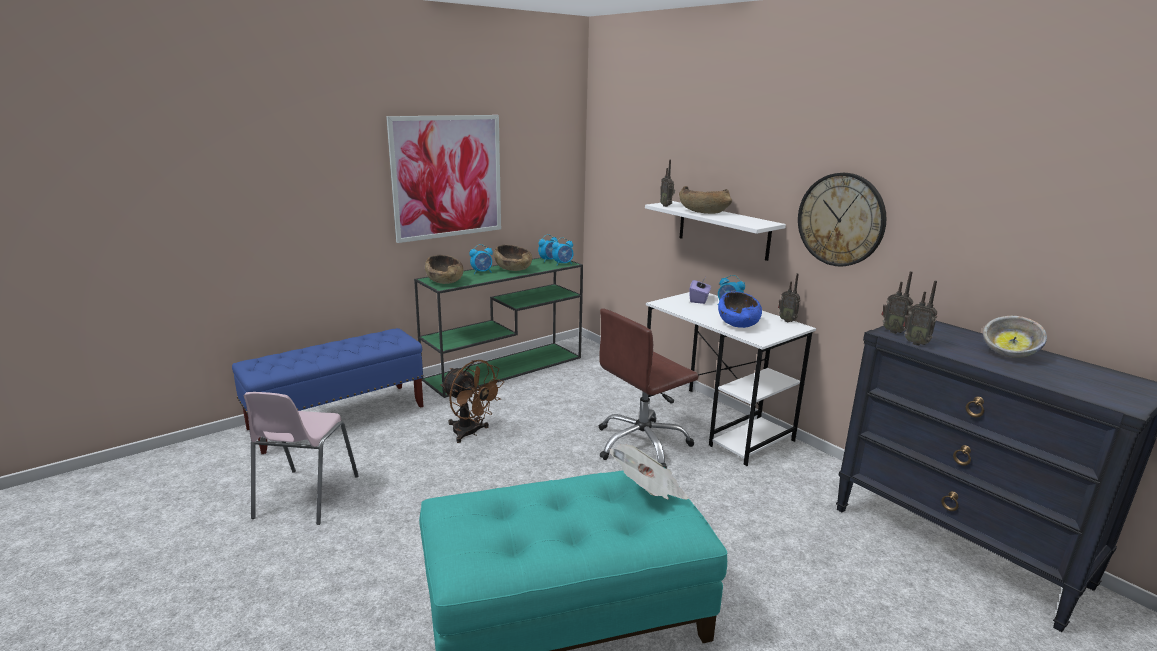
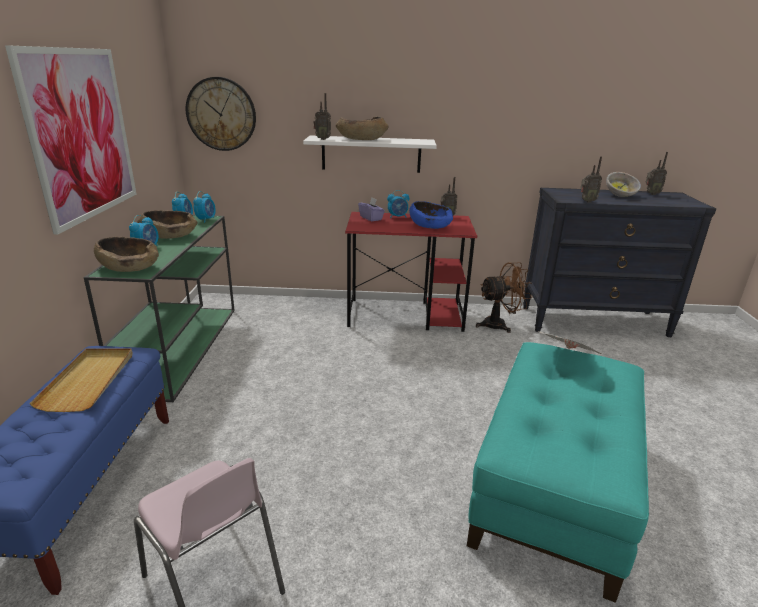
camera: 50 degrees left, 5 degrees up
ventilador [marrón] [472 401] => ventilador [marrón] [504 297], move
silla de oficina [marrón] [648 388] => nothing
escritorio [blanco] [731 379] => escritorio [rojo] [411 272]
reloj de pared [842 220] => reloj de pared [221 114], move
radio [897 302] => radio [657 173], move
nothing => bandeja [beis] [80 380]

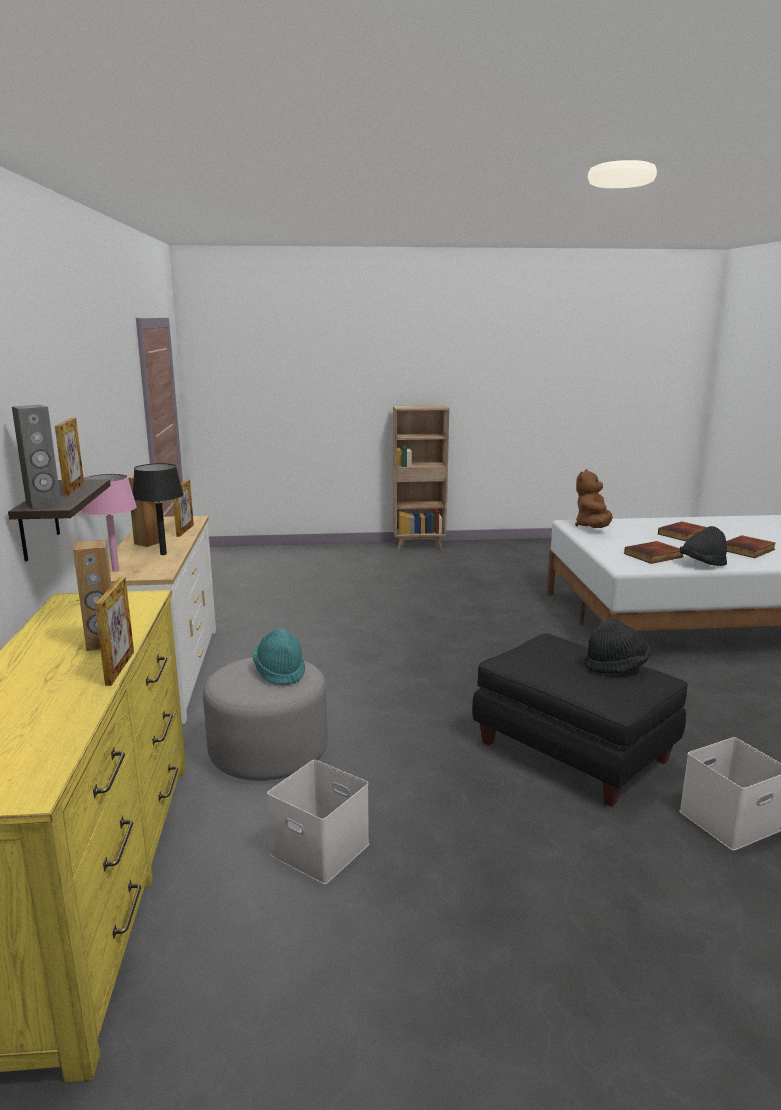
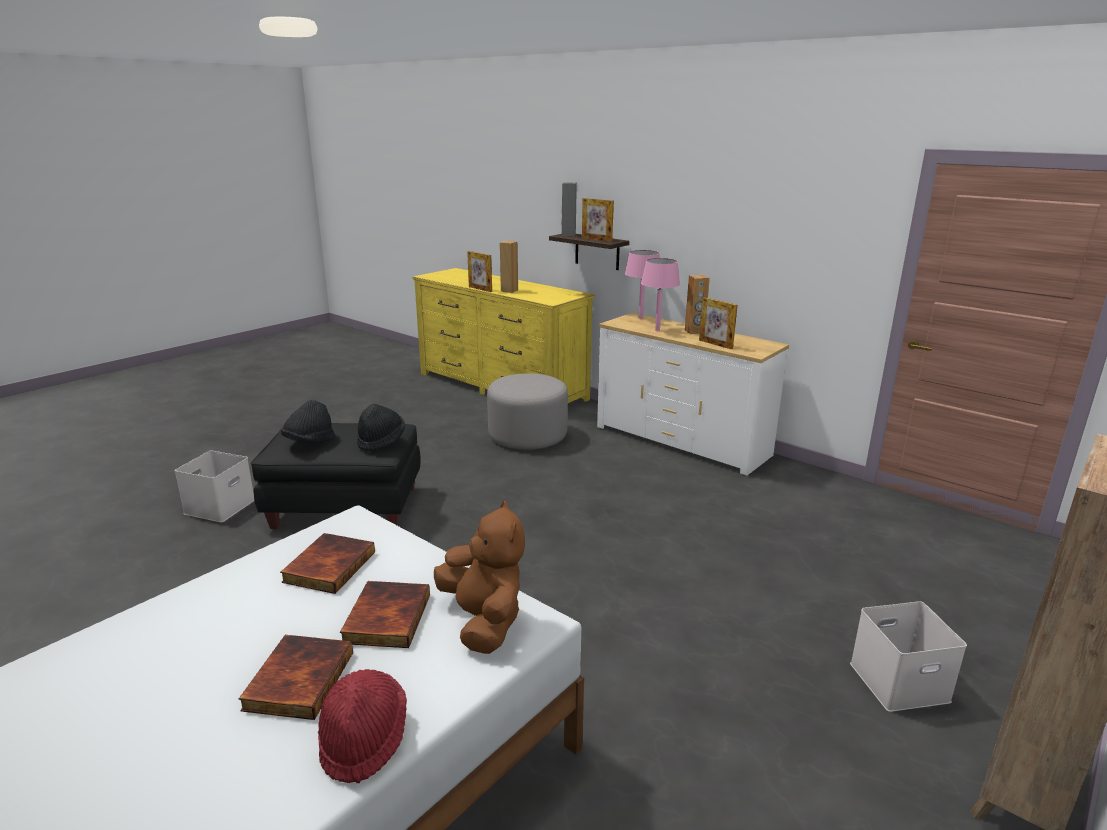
camera: 135 degrees right, 5 degrees up
lámpara de mesa [negro] [158 509] => lámpara de mesa [rosa] [660 294]
sombrero [turquesa] [279 657] => nothing
caja de almacenaje [blanco] [318 822] => caja de almacenaje [blanco] [908 656], move
sombrero [negro] [703 546] => sombrero [negro] [381 428], move
libro [750 546] => libro [385 614], move
nothing => sombrero [rojo] [362 726]

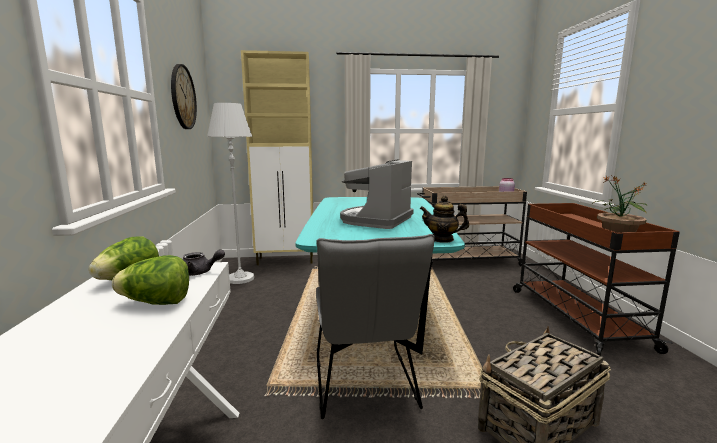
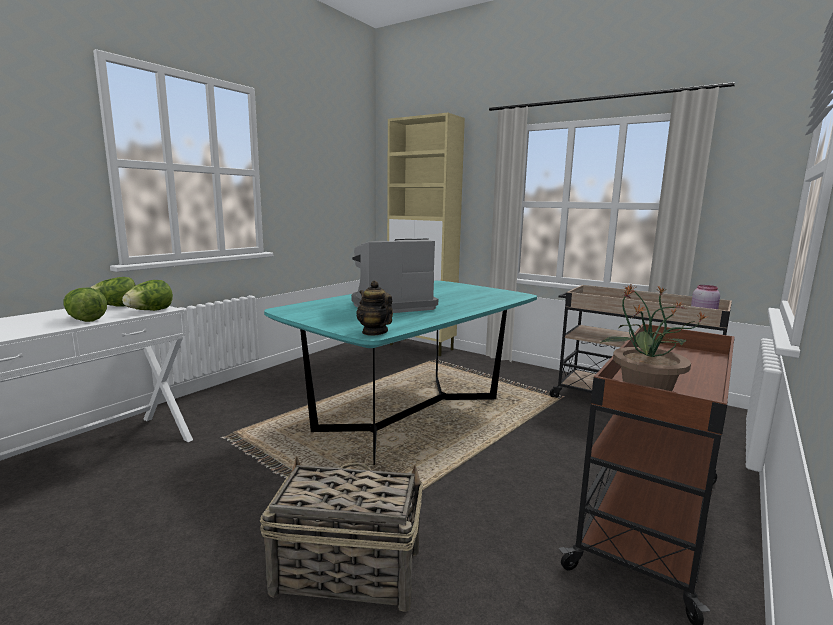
camera: 40 degrees right, 0 degrees up
reloj de pared [184 96] => nothing
tetera [gris] [204 262] => lechuga [147 295]
lámpara de pie [blanco] [230 193] => nothing
silla [gris] [375 326] => nothing

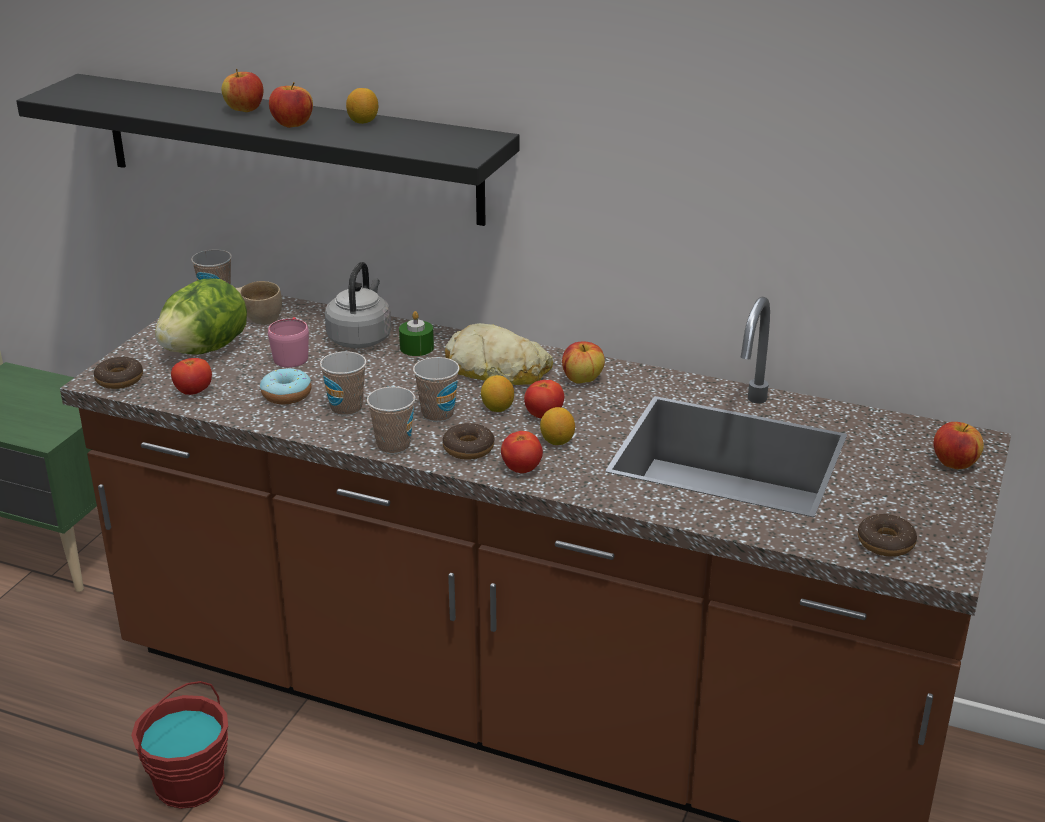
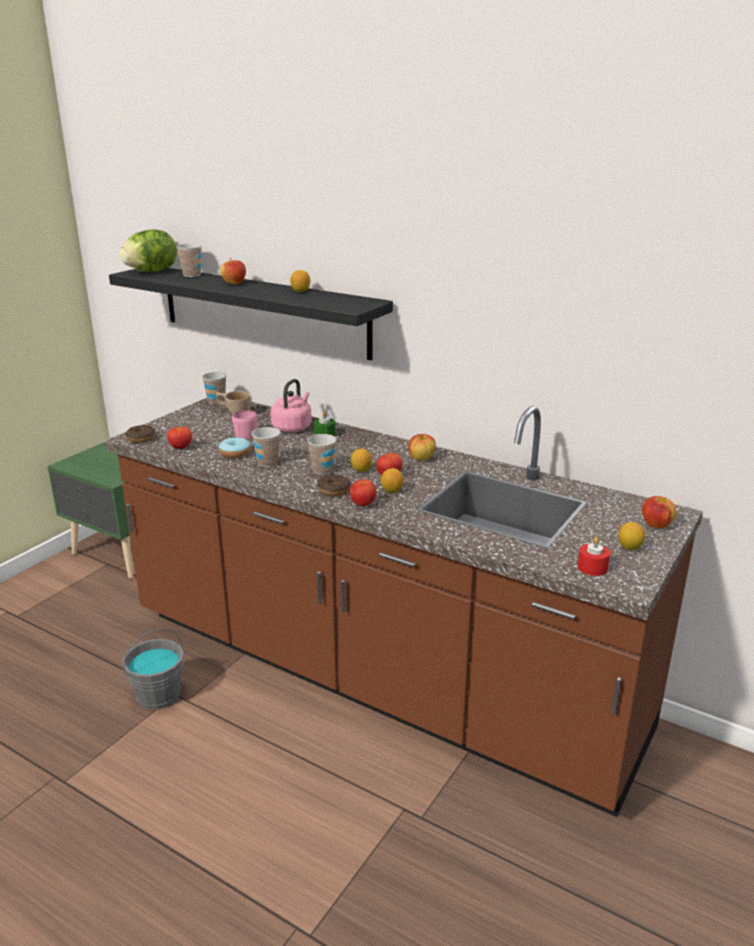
camera: 10 degrees right, 5 degrees down
cubo [rojo] [179 745] => cubo [gris] [153 669]
lechuga [201 317] => lechuga [148 250], move
manzana [291 105] => nothing
hervidor [gris] [358 305] => hervidor [rosa] [291 405]
taza [391 420] => taza [189 260], move
pan [499 354] => nothing
rosquilla [887 535] => vela [rojo] [594 556]
nothing => limón [631 536]

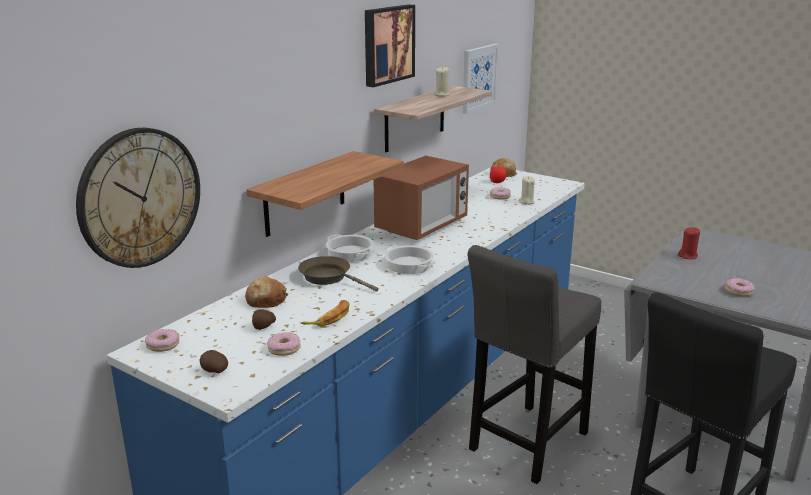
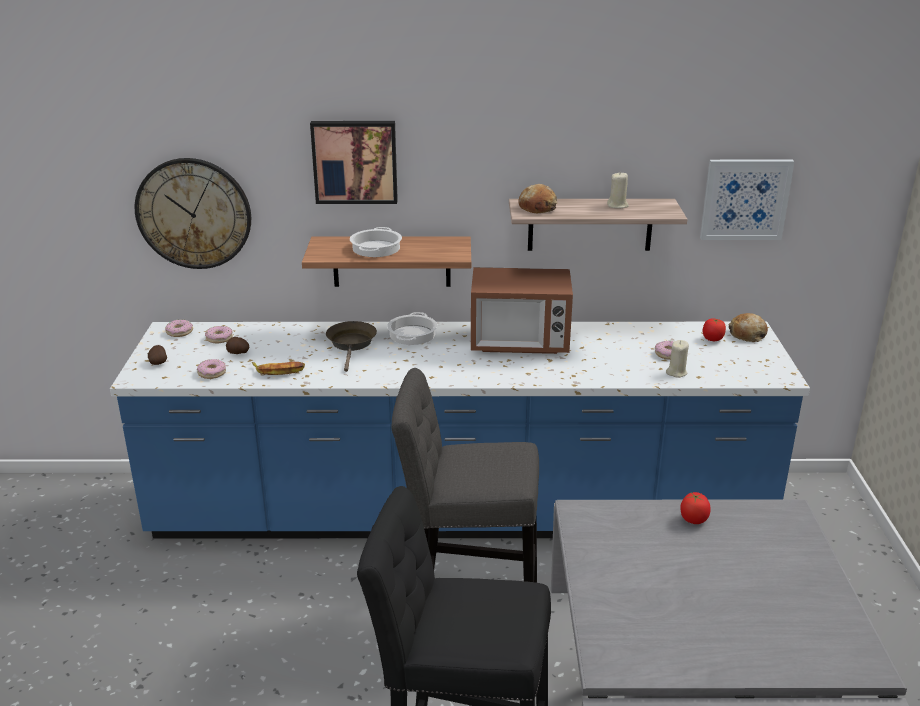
camera: 55 degrees right, 5 degrees up
pan [266 292] => pan [537 198], move
cuadro [390 45] => cuadro [354 162], move
olla [410 259] => olla [376 242], move
vela [rojo] [689 243] => tomate [695 508]
rosquilla [740 287] => rosquilla [219 334], move

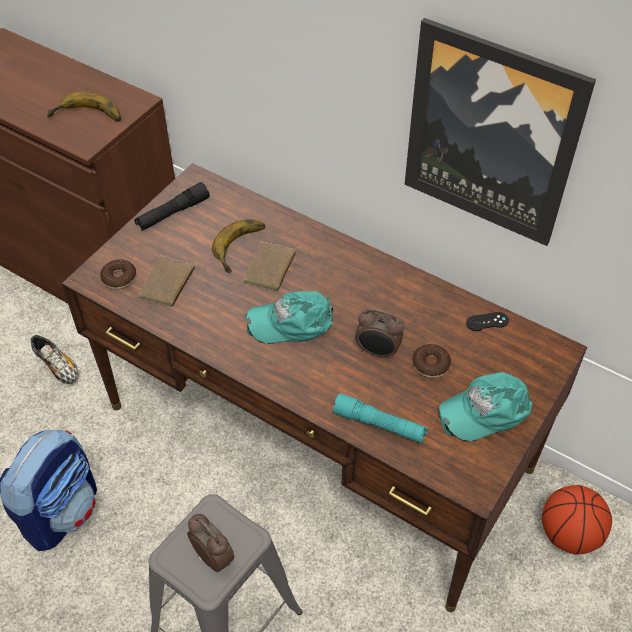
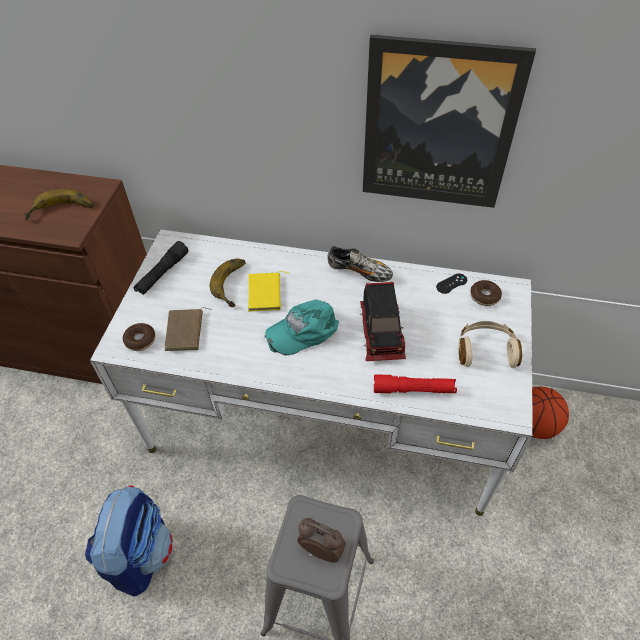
camera: 20 degrees left, 0 degrees up
zapato [54 359] => zapato [360 264], move
escritorio [marrón] [324 387] => escritorio [blanco] [311 372]
libro [marrón] [275 266] => libro [amarillo] [268 291]
linterna [turquesa] [380 418] => linterna [rojo] [415 383]
despertador [379 333] => camión de juguete [383 321]
rosquilla [431 361] => rosquilla [486 293], move
gorra [turquesa] [486 406] => auriculares [beis] [490 344]

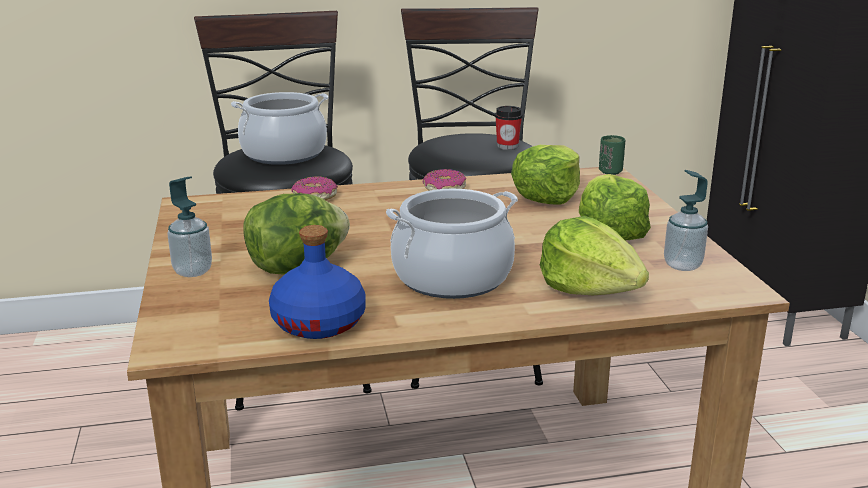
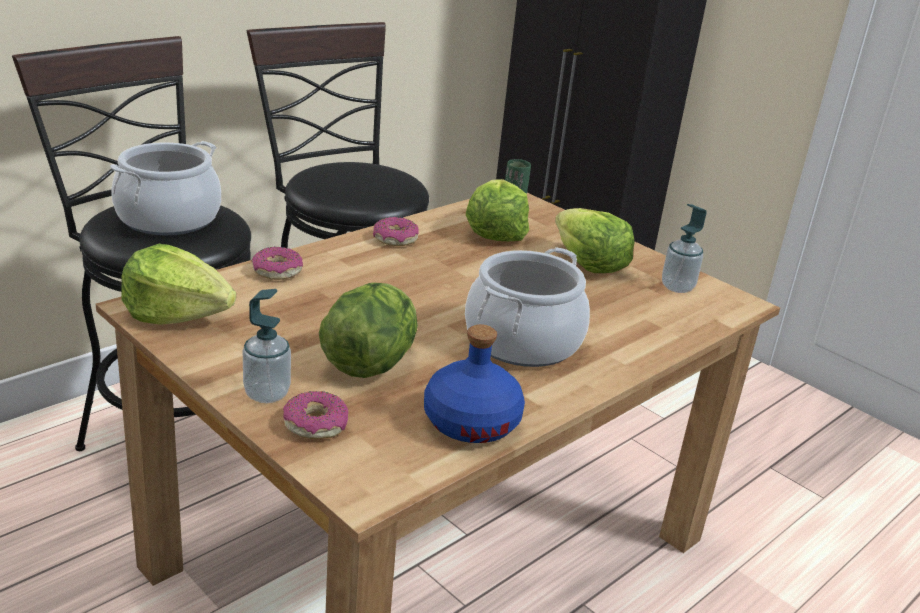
camera: 35 degrees left, 5 degrees up
taza [509 128] => nothing
lechuga [594 255] => lechuga [178 284], move
nothing => rosquilla [315 415]

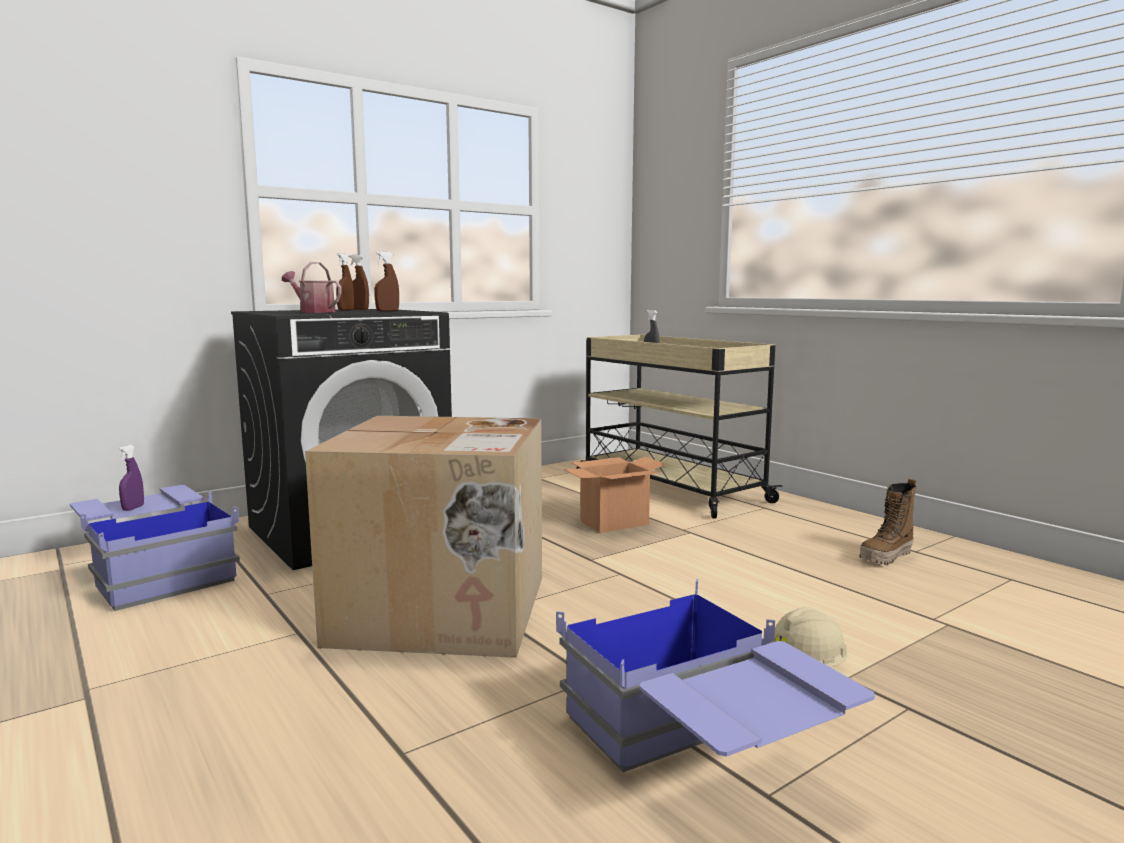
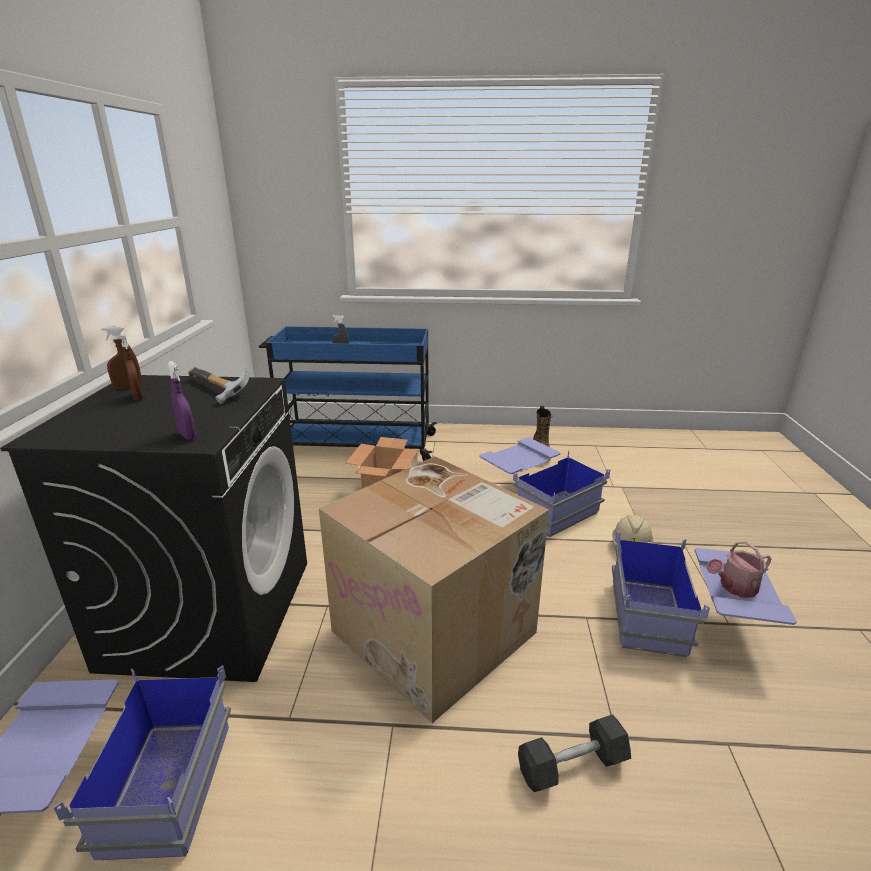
camera: 50 degrees left, 15 degrees up
pulverizador [morado] [131 478] => pulverizador [morado] [181 400], move
regadera [312 287] => regadera [739 570], move
pulverizador [marrón] [386 281] => martillo [219 385]
carrito [beis] [679 427] => carrito [azul] [348 393]
nothing => caja de almacenaje [azul] [545 487]
nothing => mancuerna [gris] [574 753]

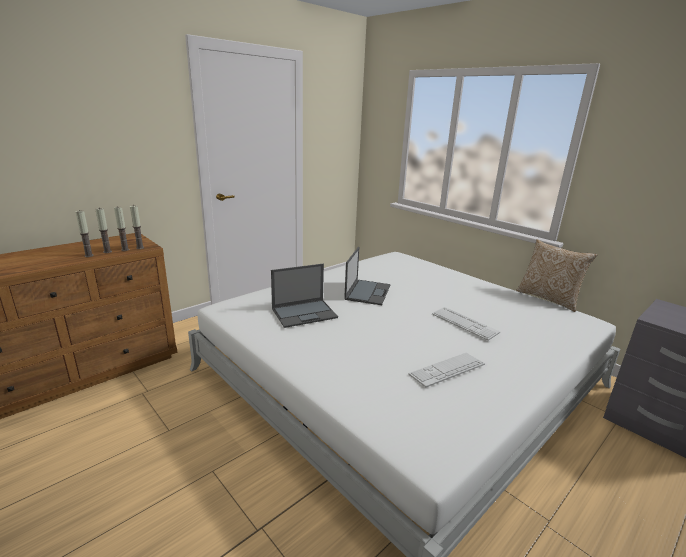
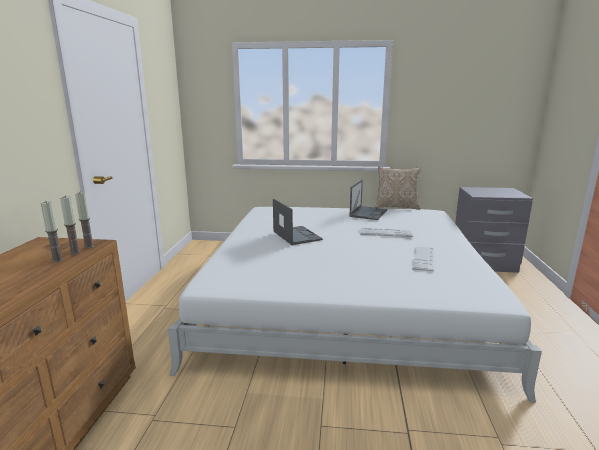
camera: 40 degrees left, 5 degrees down
vela [85 233] => nothing
portátil [304 296] => portátil [368 200], move

